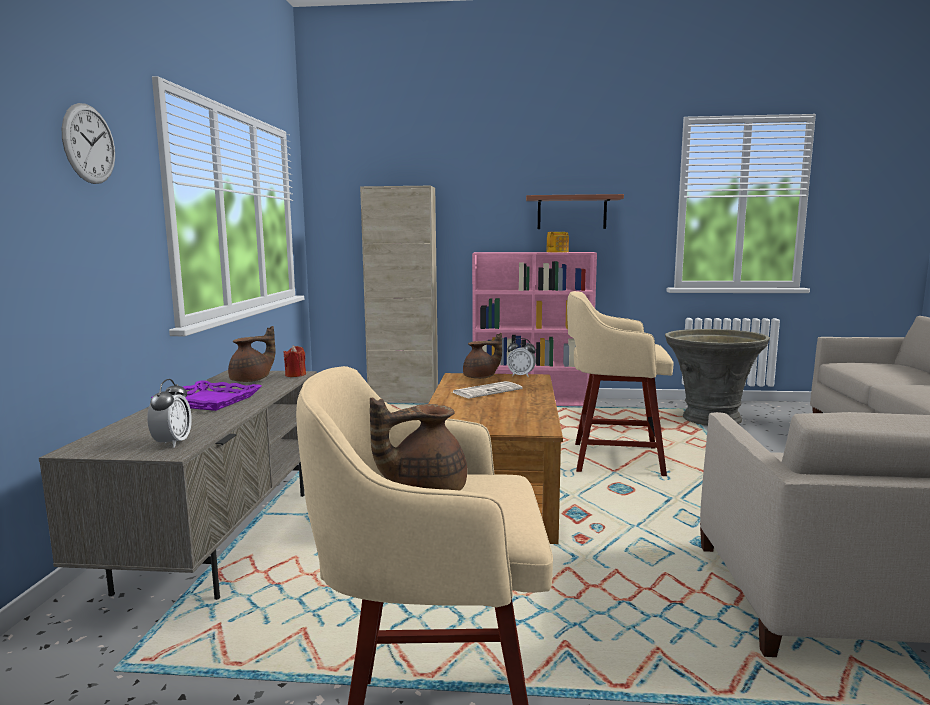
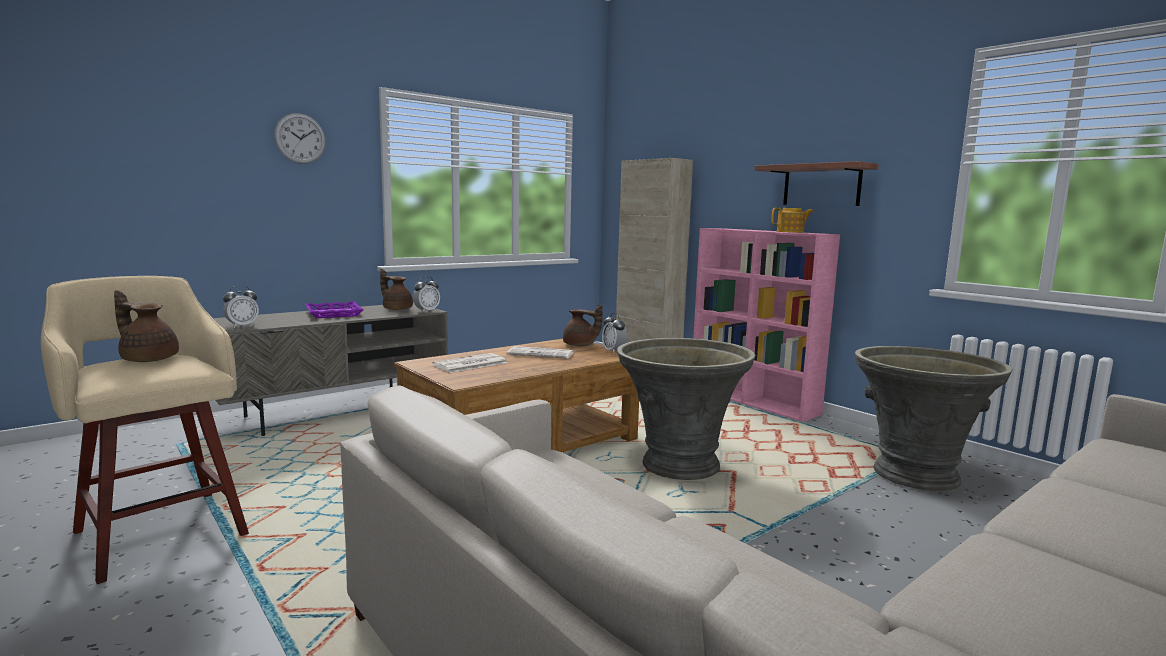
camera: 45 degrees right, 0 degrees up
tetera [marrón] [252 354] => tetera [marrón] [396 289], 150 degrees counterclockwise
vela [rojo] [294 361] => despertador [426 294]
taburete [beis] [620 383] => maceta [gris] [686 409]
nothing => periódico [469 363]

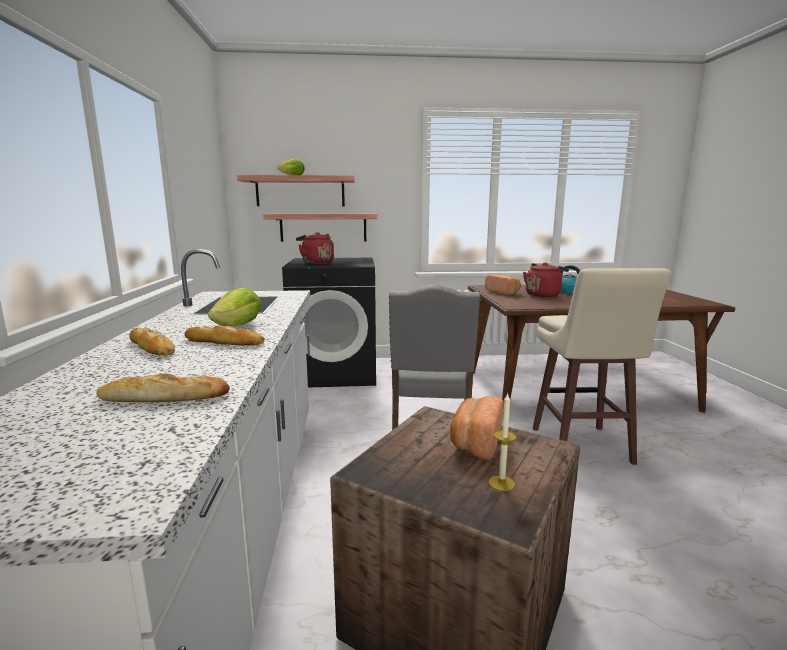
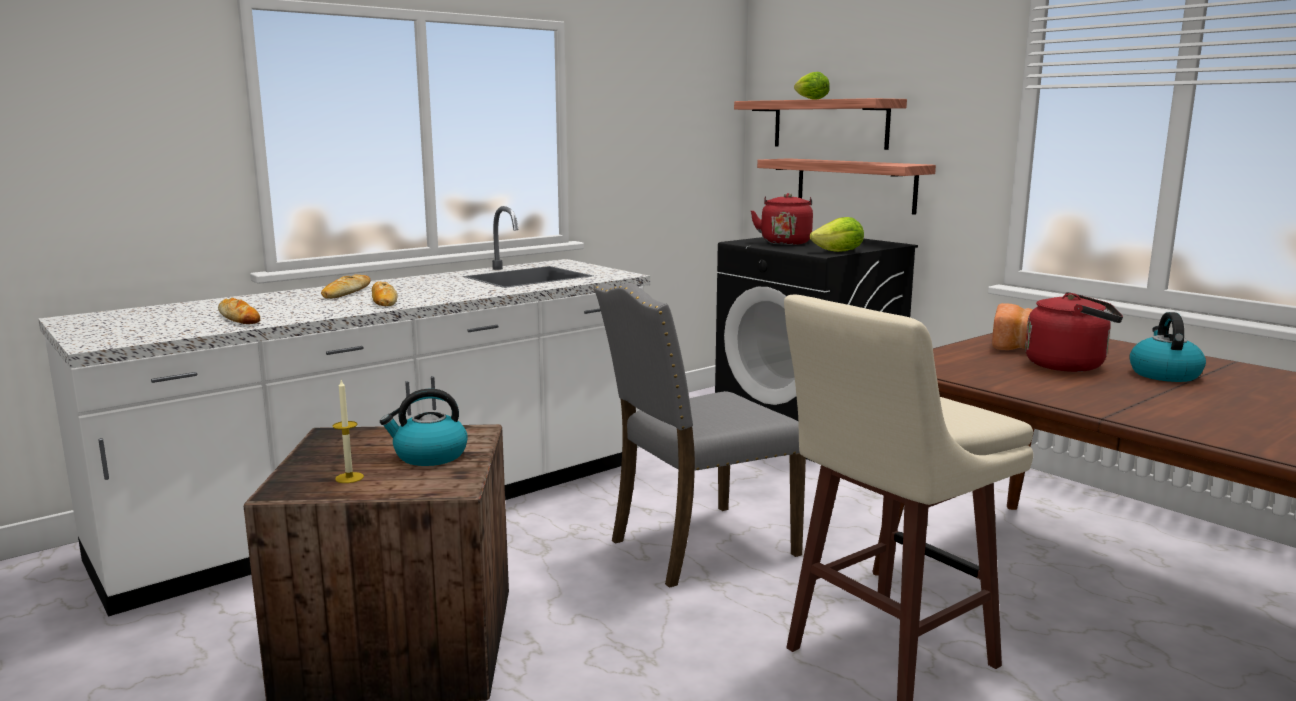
camera: 55 degrees right, 0 degrees up
lechuga [234 306] => lechuga [837 234], move
pan [477 428] => hervidor [424 427]

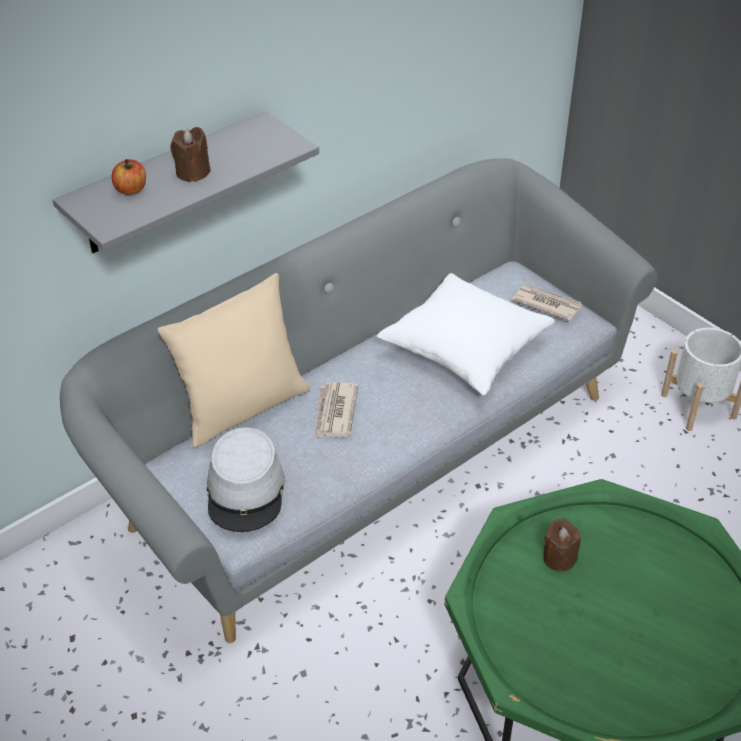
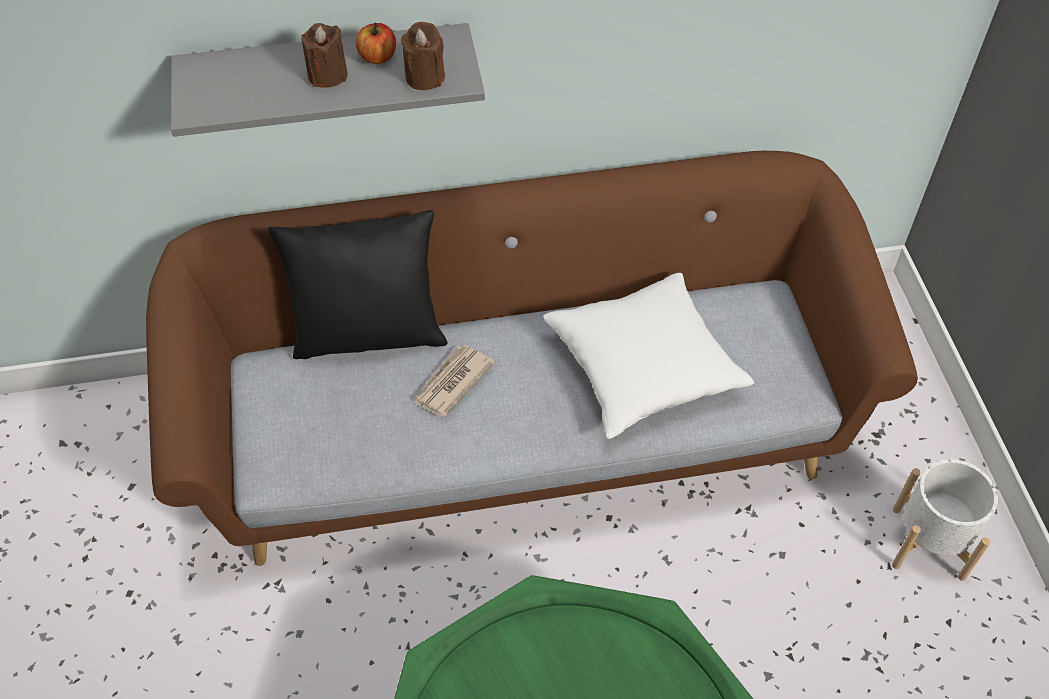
camera: 30 degrees right, 10 degrees up
sofá [gris] [359 400] => sofá [marrón] [532 358]
manzana [129 177] => manzana [376 43], move
cojín [beis] [234 360] => cojín [negro] [358 284]
sombrero [gris] [246 479] => nothing
periódico [547 303] => nothing
vela [marrón] [562 545] => vela [marrón] [423 56], move

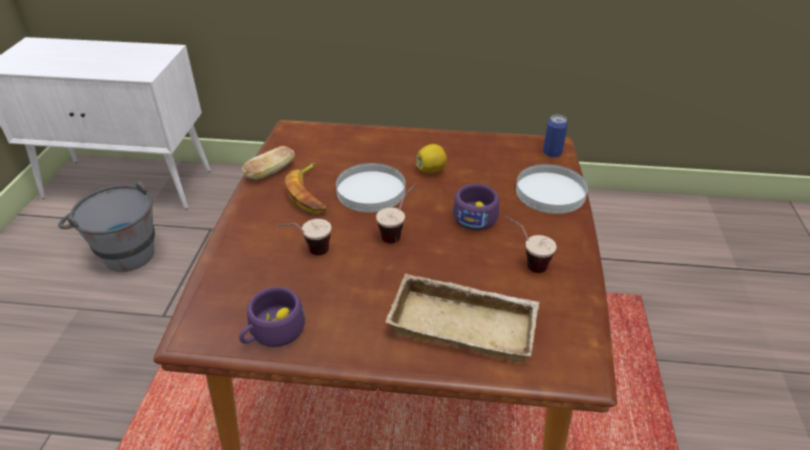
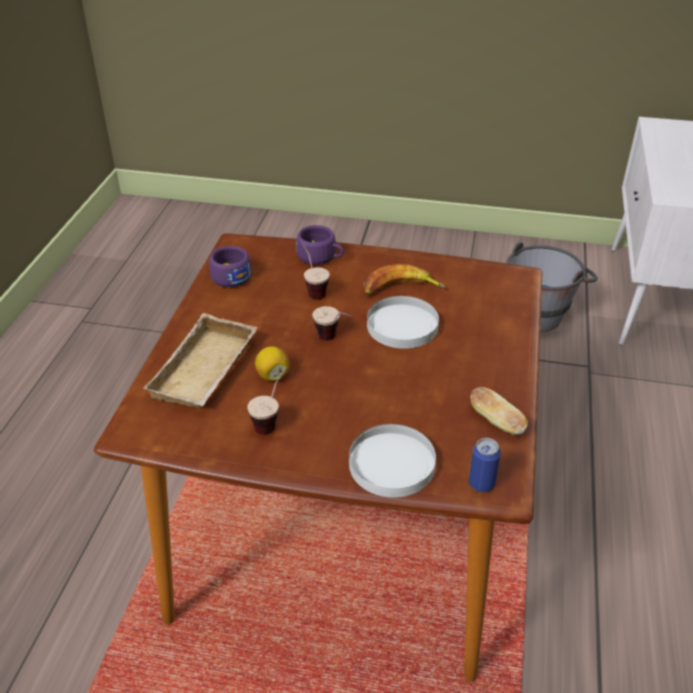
camera: 95 degrees right, 0 degrees up
pan [268 162] => pan [499 411], move
limón [431 158] => limón [272 363], move
taza [morado] [476 207] => taza [morado] [320 245], move

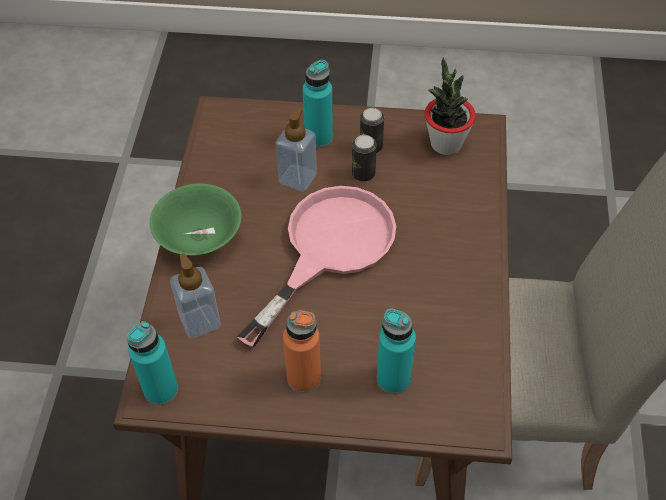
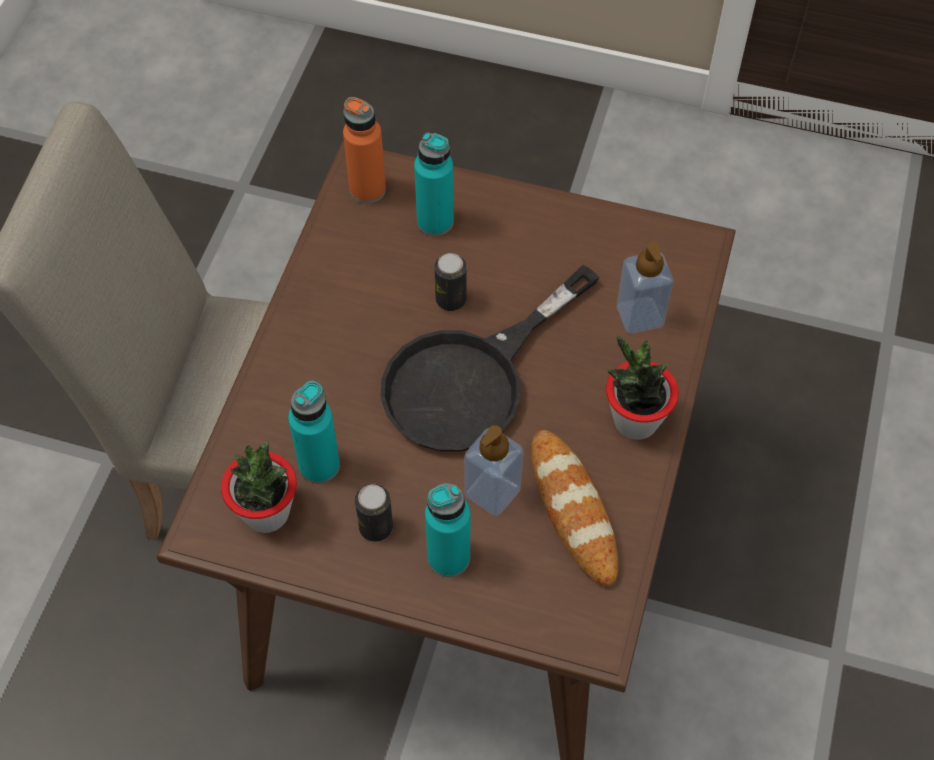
camera: 170 degrees left, 5 degrees up
botella [turquesa] [152 363] => botella [turquesa] [314 432], move
cuenco [verde] [195 220] => planta en maceta [642 387]
sartén [rosa] [316 266] => sartén [negro] [490 358]
botella [naranja] [302 351] => botella [naranja] [364 150], move
lata [364 158] => lata [450 282], move
nothing => pan [574 508]

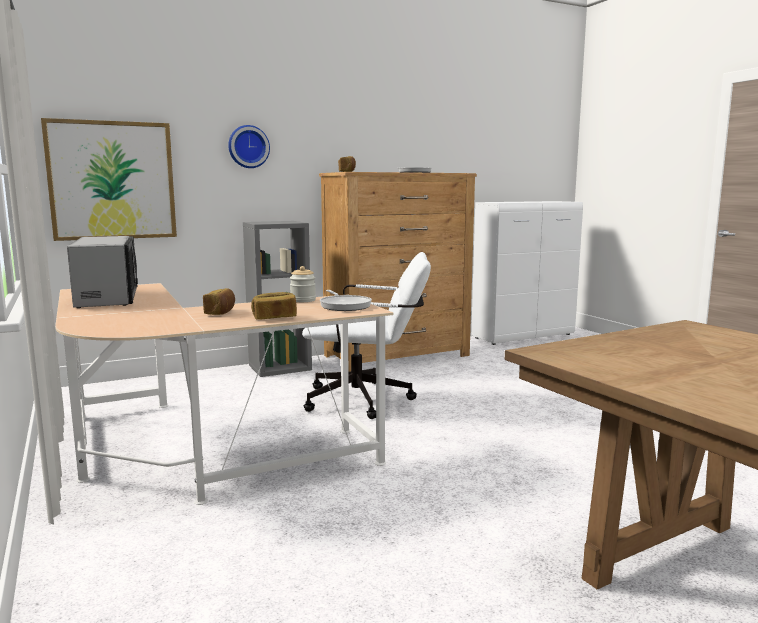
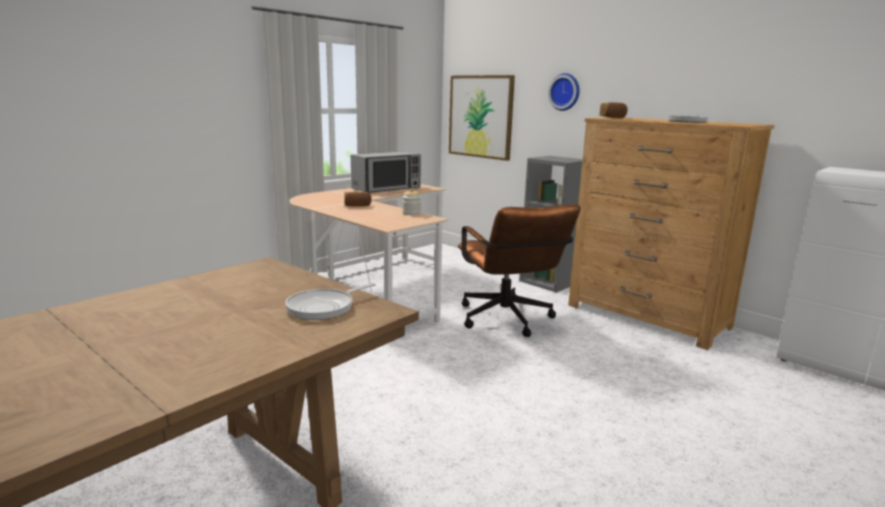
camera: 70 degrees right, 5 degrees up
pan [274 306] => nothing
silla de oficina [blanco] [366 335] => silla de oficina [marrón] [519 270]
sartén [346 300] => sartén [330 301], move

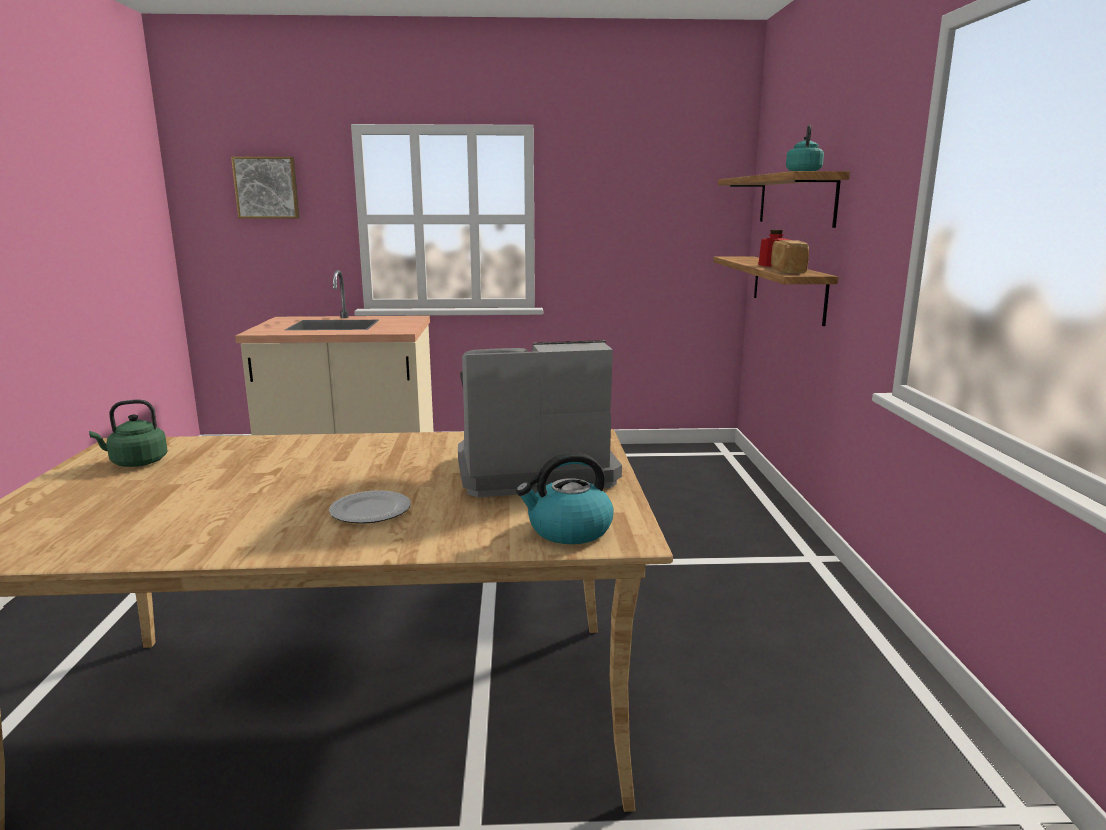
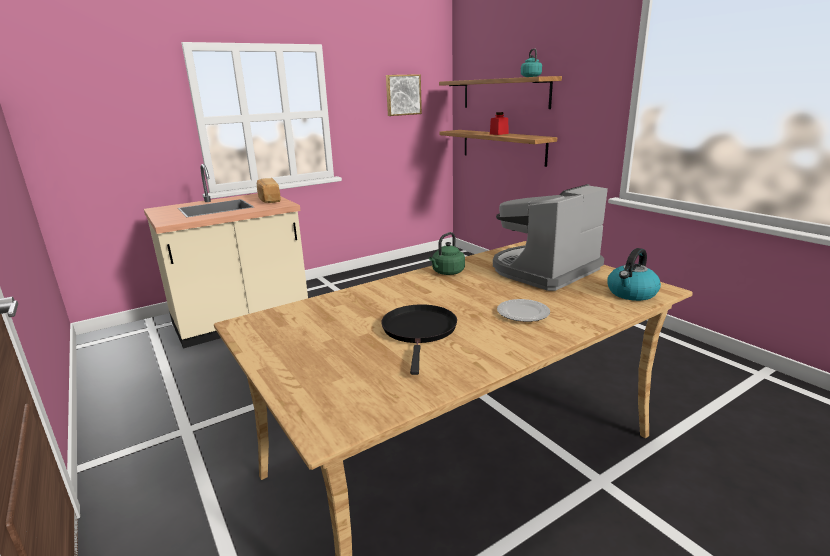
camera: 30 degrees left, 5 degrees up
hervidor [verde] [128 433] => hervidor [verde] [447 253], move
cuadro [265 187] => cuadro [404 95], move
pan [790 256] => pan [269 190], move
nothing => sartén [negro] [419 339]

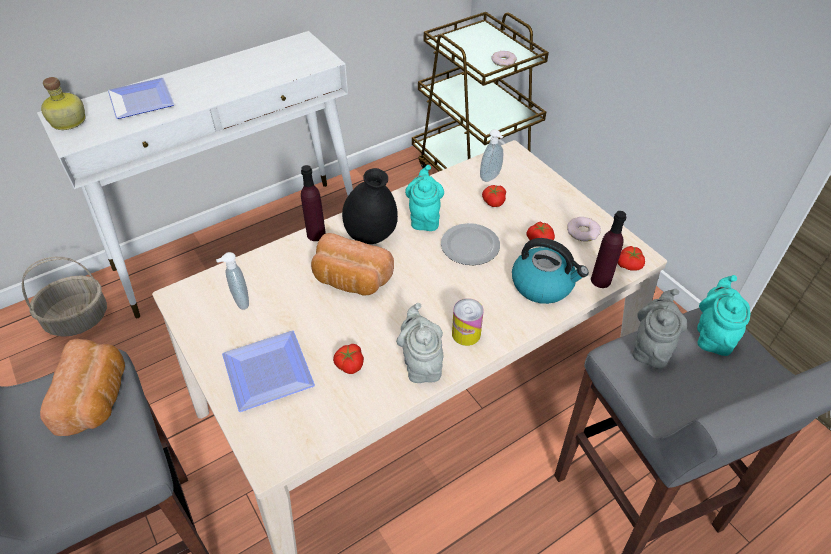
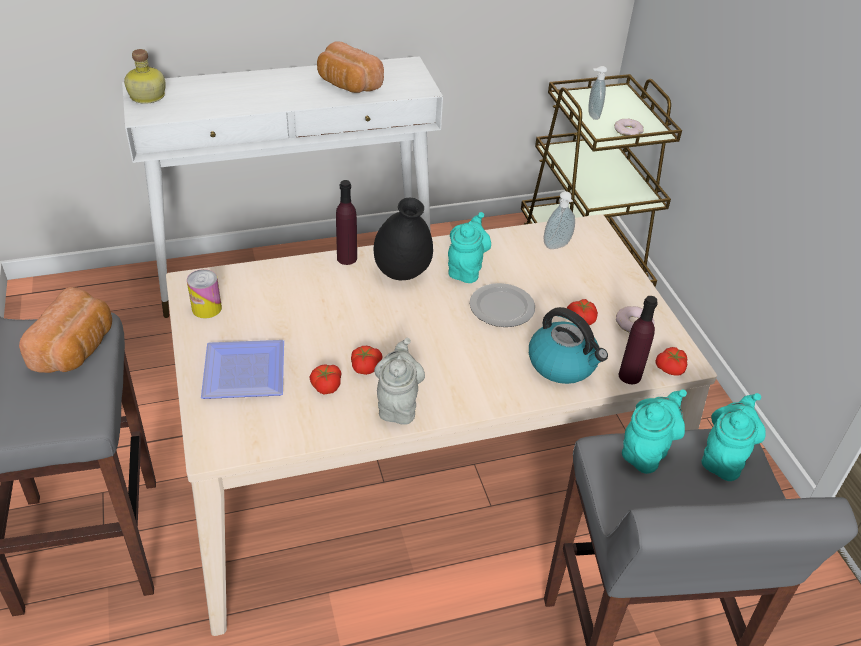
camera: 15 degrees right, 5 degrees down
cesta [64 297] => nothing
plato [141 98] => nothing
dispensador de jabón [232 281] => dispensador de jabón [597 93], move
pan [352 264] => pan [350 67], move
lata [468 322] => lata [204 294], move
tomate [494 196] => tomate [366 360], move
tetera [gris] [660 329] => tetera [turquesa] [654 431]

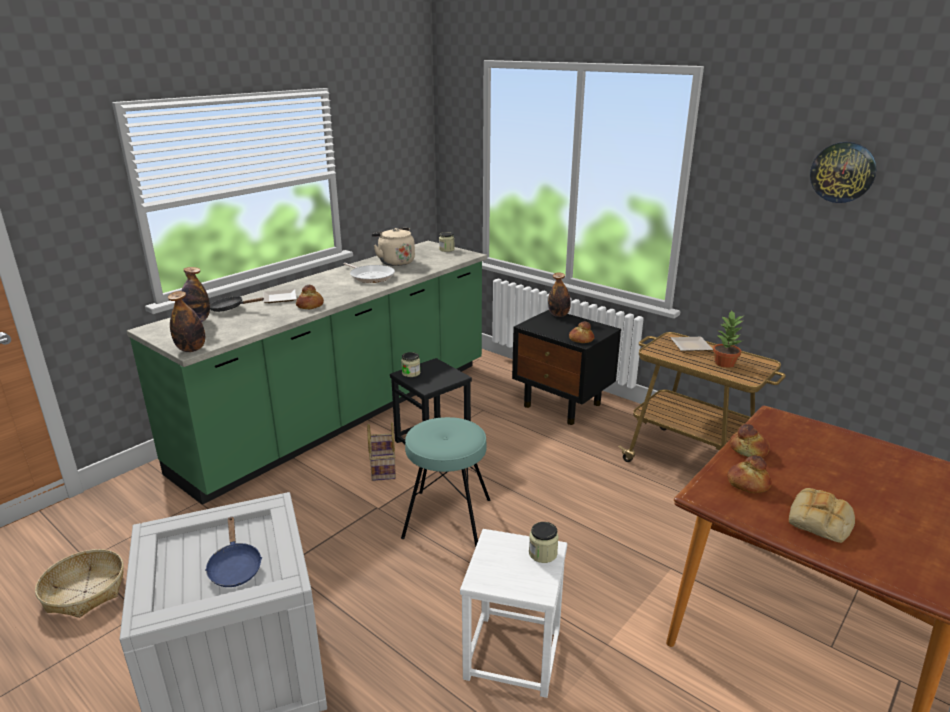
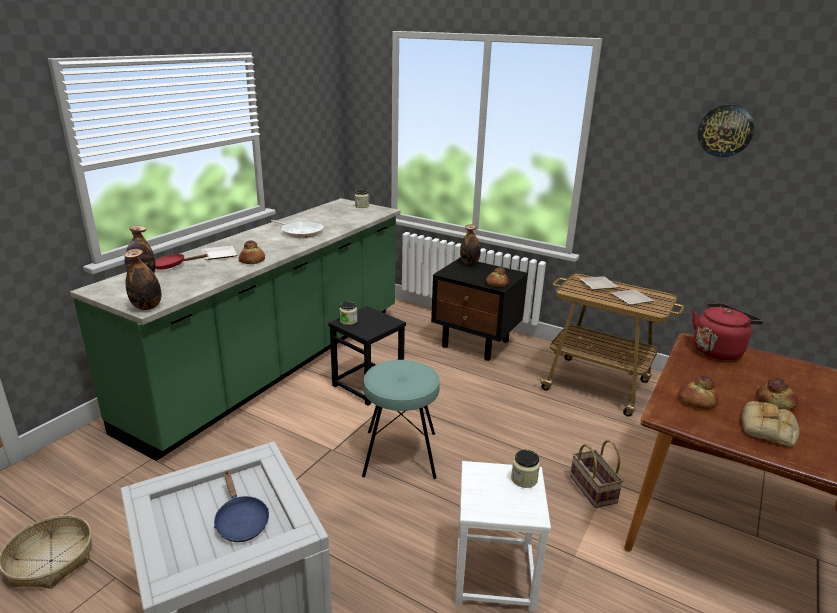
camera: 10 degrees left, 0 degrees up
sartén [negro] [237 304] => sartén [rojo] [181 262]
cesta [381 451] => cesta [597 474], move
hervidor [beis] [393 247] => nothing
planta en maceta [728 339] => plato [632 297]
pan [750 441] => pan [777 393], move
nothing => hervidor [rojo] [727 331]

